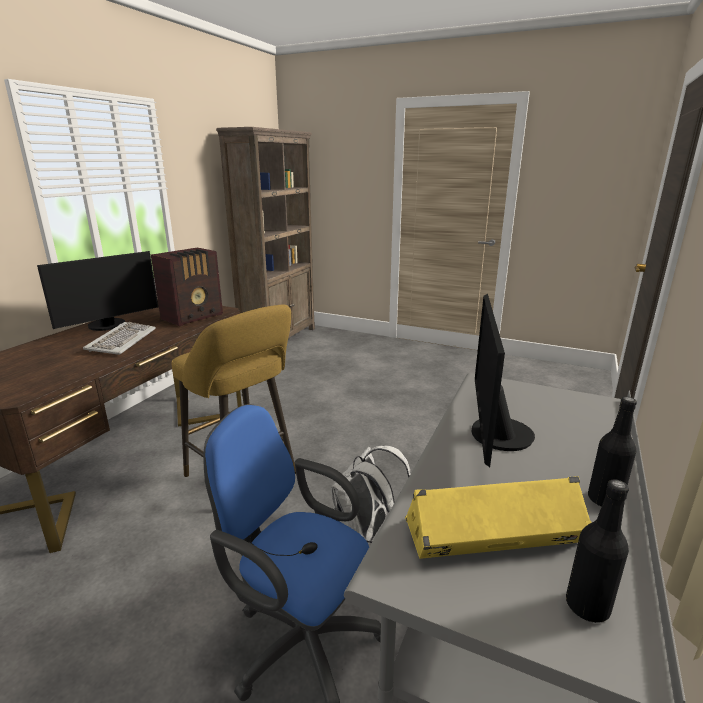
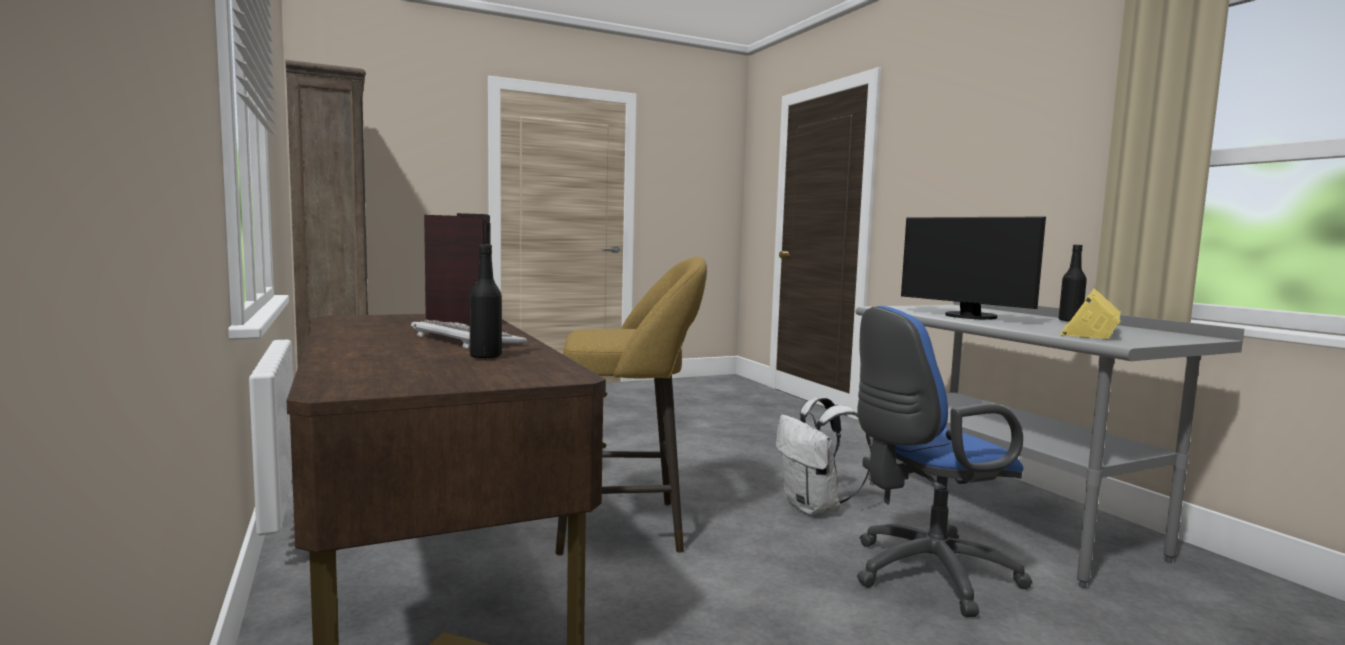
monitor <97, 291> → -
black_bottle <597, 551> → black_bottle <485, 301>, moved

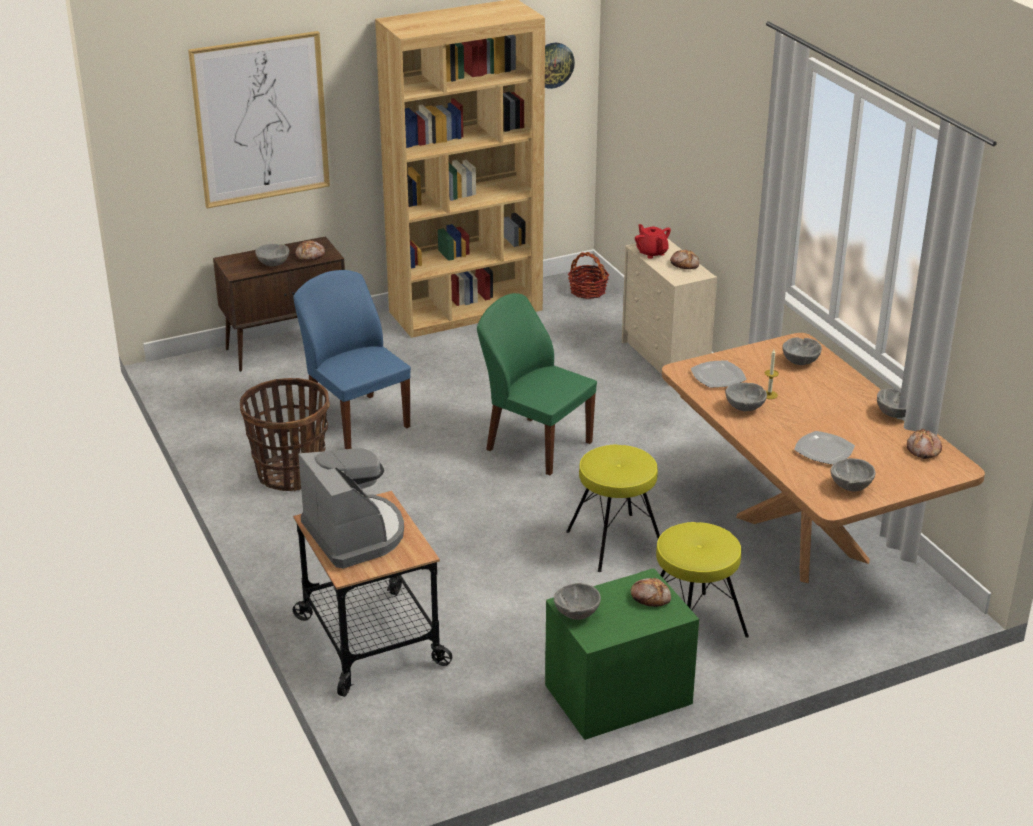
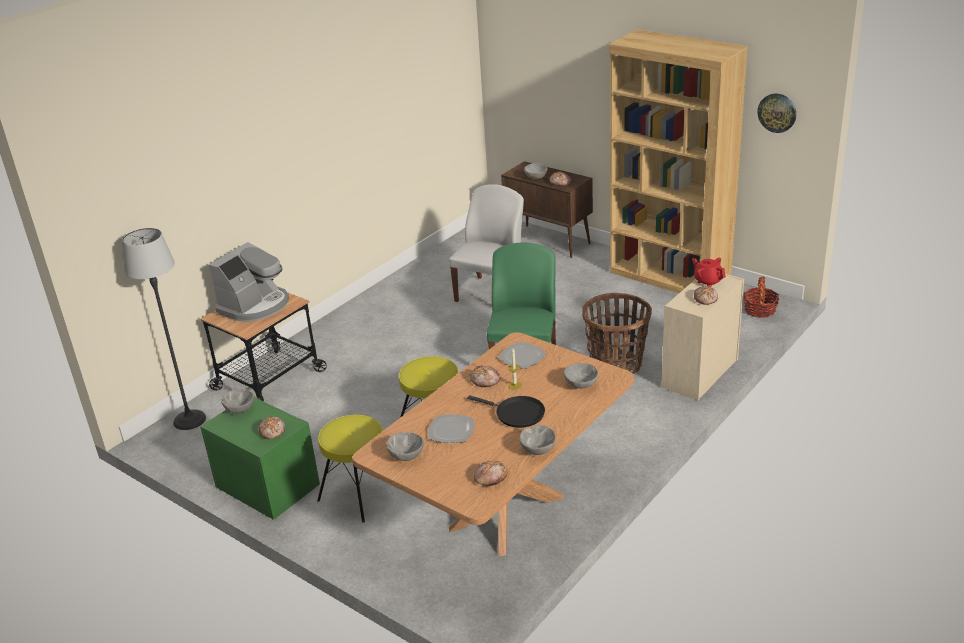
picture <259, 120> → -
red_teapot <653, 241> → red_teapot <709, 272>, 75 degrees counterclockwise
blue_chair <352, 359> → white_chair <486, 243>
basket <285, 434> → basket <617, 333>, moved
grey_bowl <746, 397> → bread <485, 376>
- → floor_lamp <164, 329>
- → black_frying_pan <506, 411>

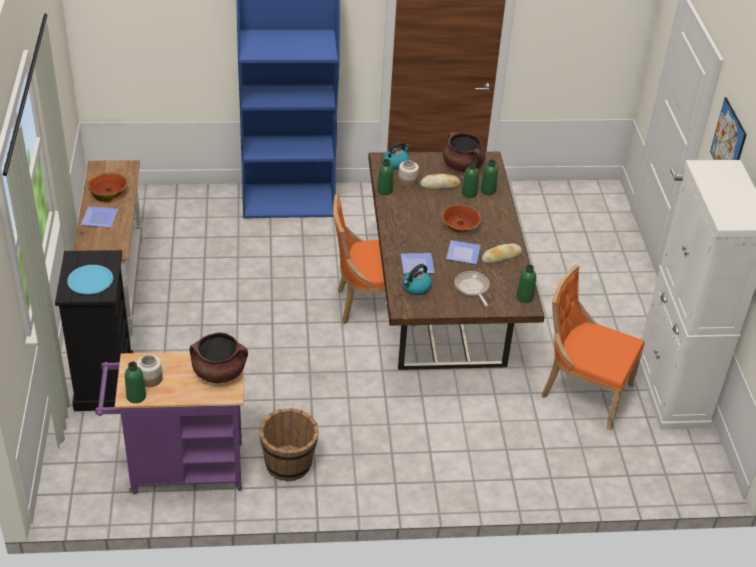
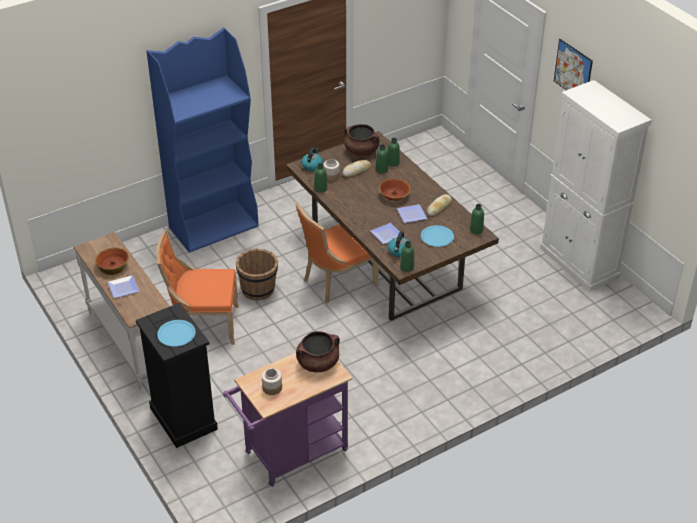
orange_chair <593, 347> → orange_chair <197, 287>, moved
frying_pan <472, 288> → blue_plate <437, 236>
green_bottle <135, 382> → green_bottle <407, 256>, moved
brown_bucket <289, 445> → brown_bucket <257, 274>, moved

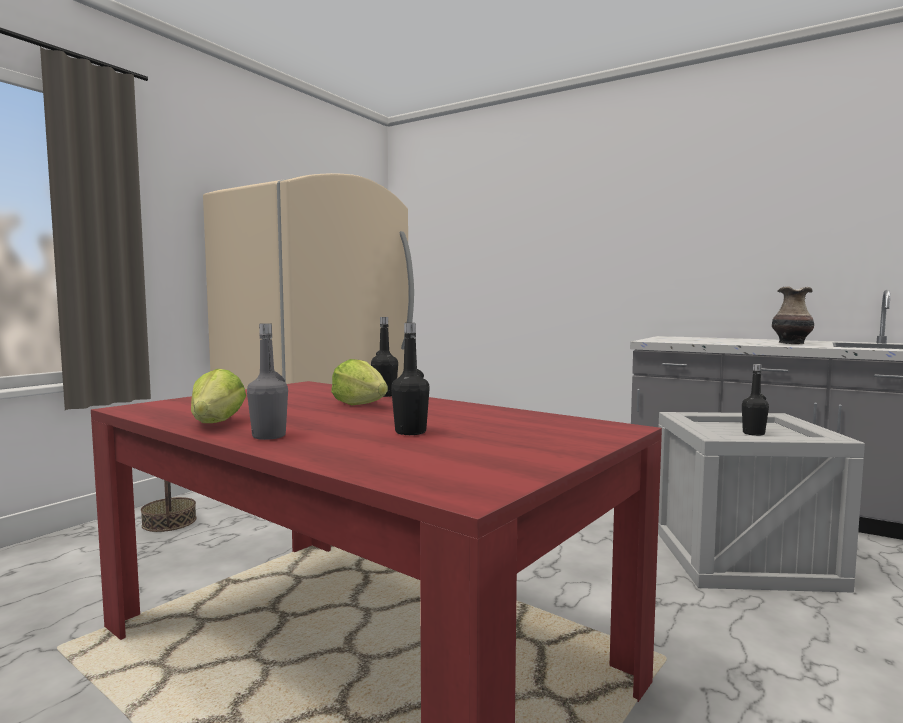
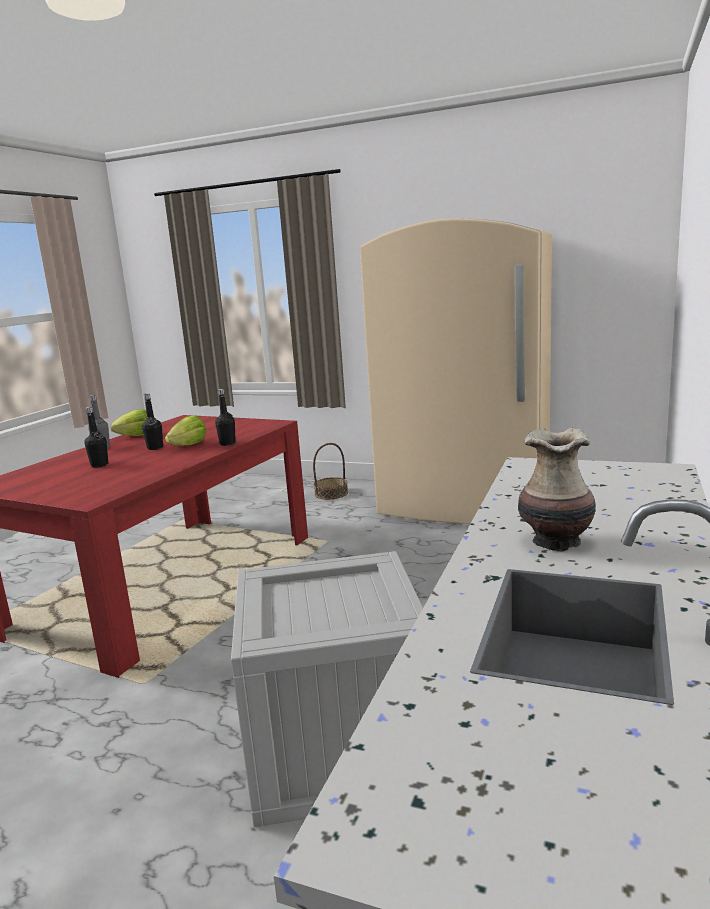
black_bottle <755, 400> → black_bottle <152, 421>, moved

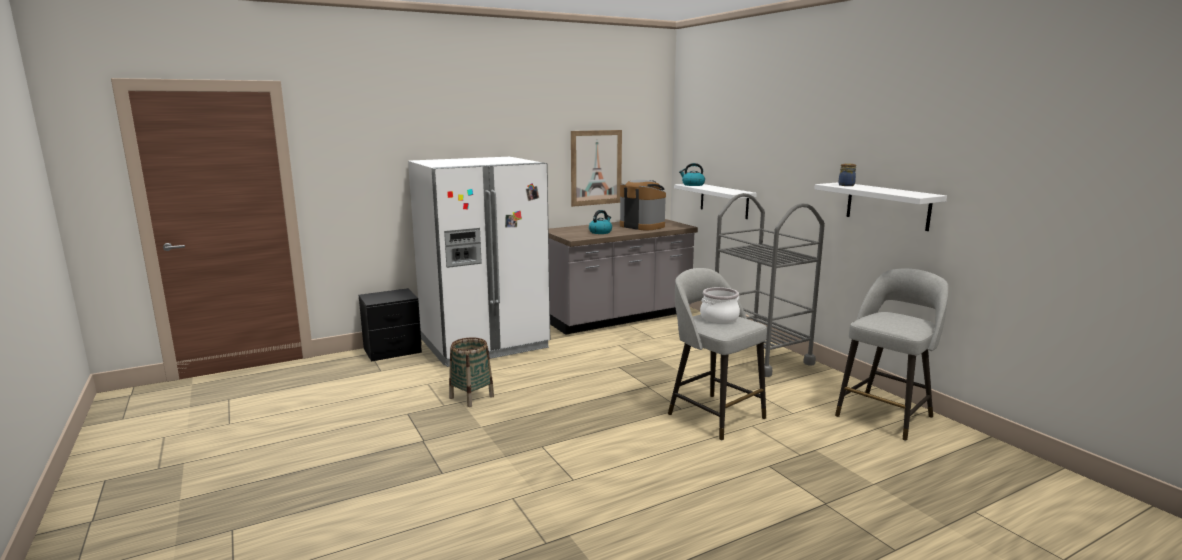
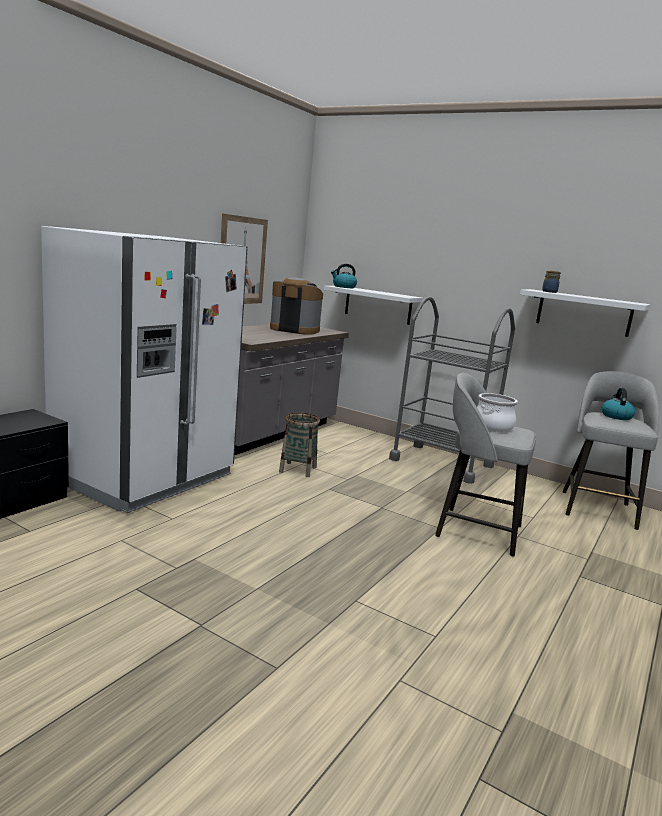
kettle <600, 222> → kettle <618, 404>, moved
basket <471, 372> → basket <299, 444>, moved

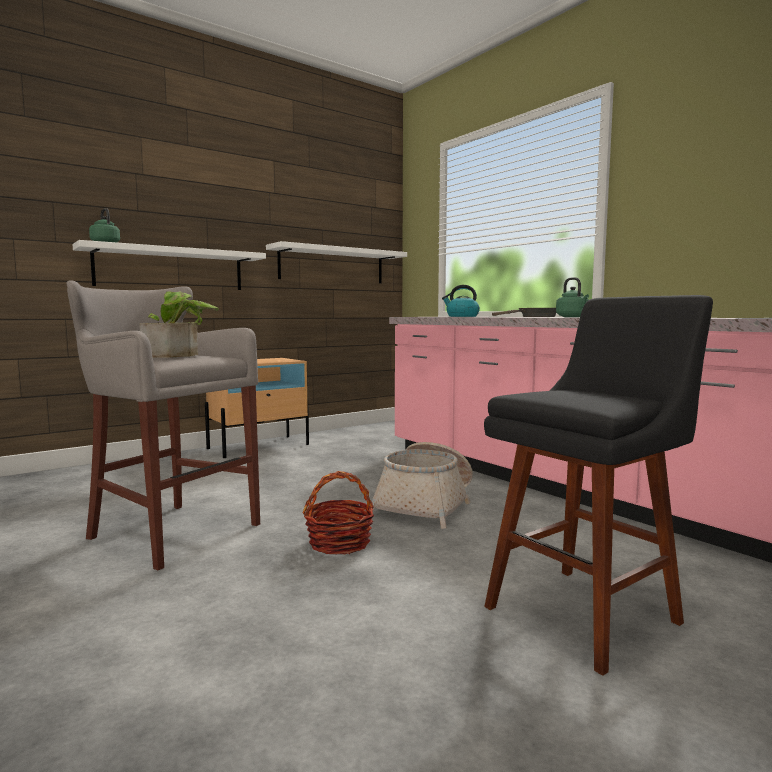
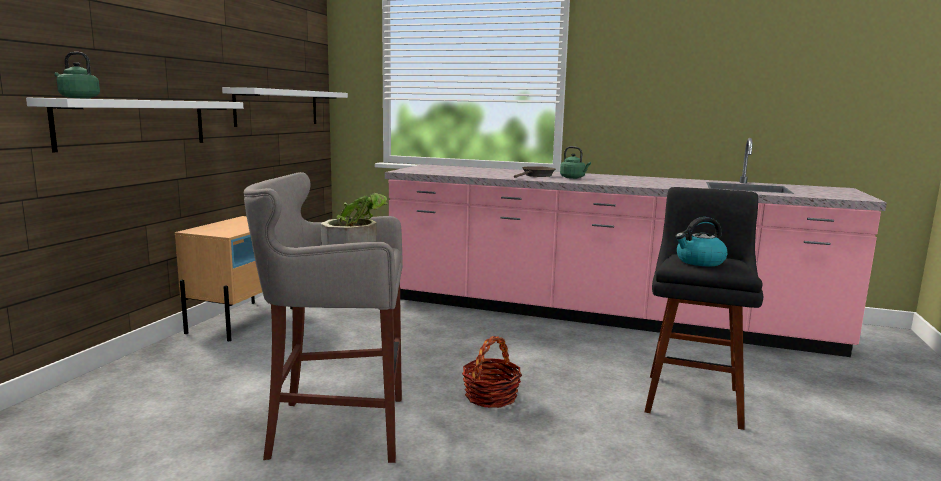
kettle <461, 301> → kettle <702, 241>, moved
basket <422, 485> → -

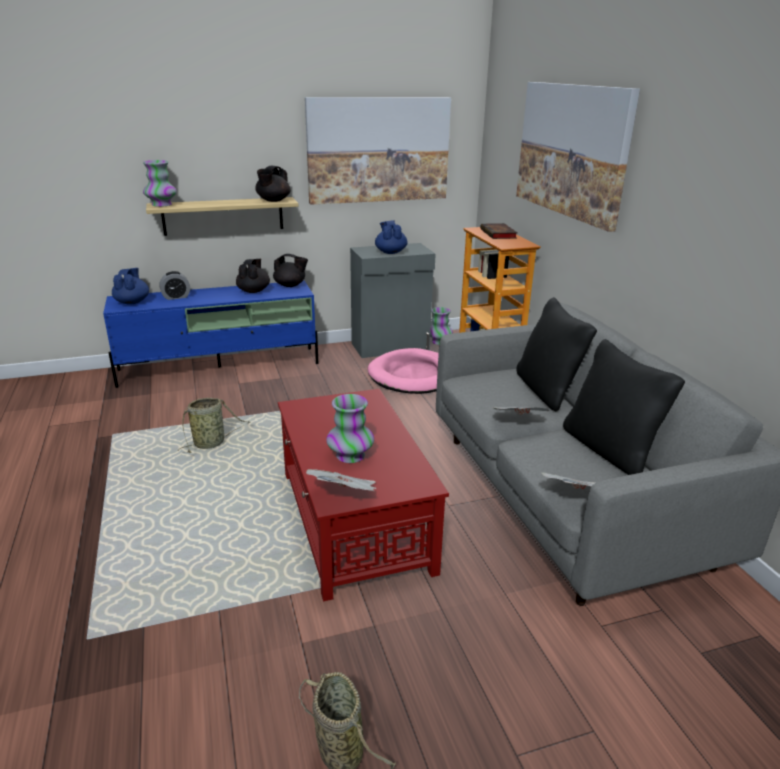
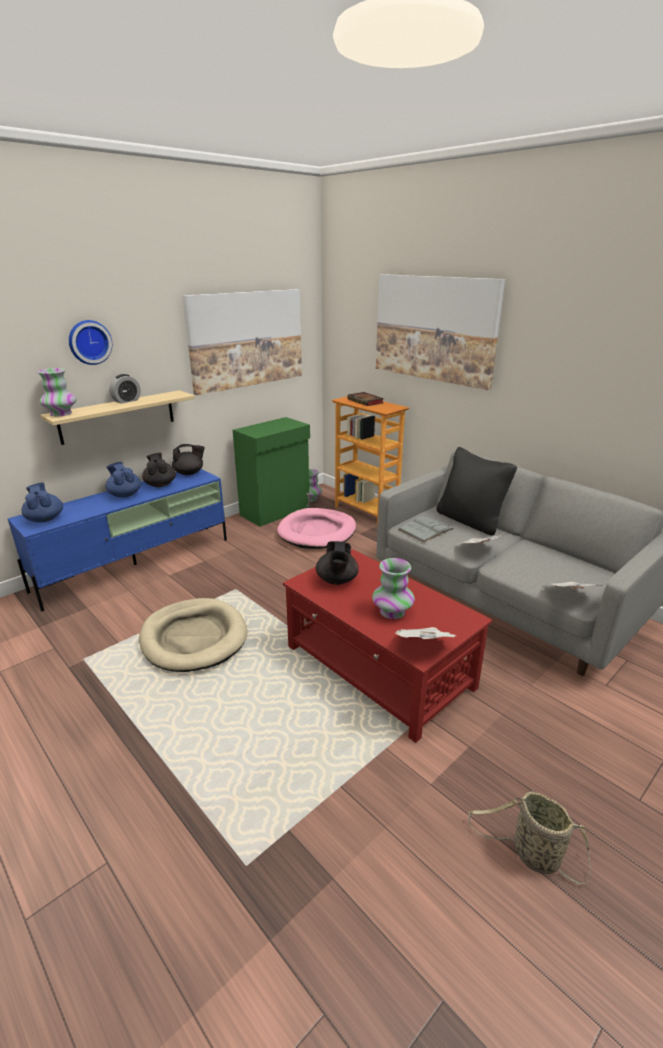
black_teapot <272, 184> → black_teapot <337, 563>, moved
blue_teapot <391, 237> → blue_teapot <123, 480>, moved
grey_cabinet <393, 300> → green_cabinet <271, 472>
alarm_clock <174, 285> → alarm_clock <125, 389>, moved
black_pillow <624, 407> → -
basket <214, 425> → beige_dog_bed <193, 635>
- → wall_clock <90, 342>
- → grey_book <426, 529>

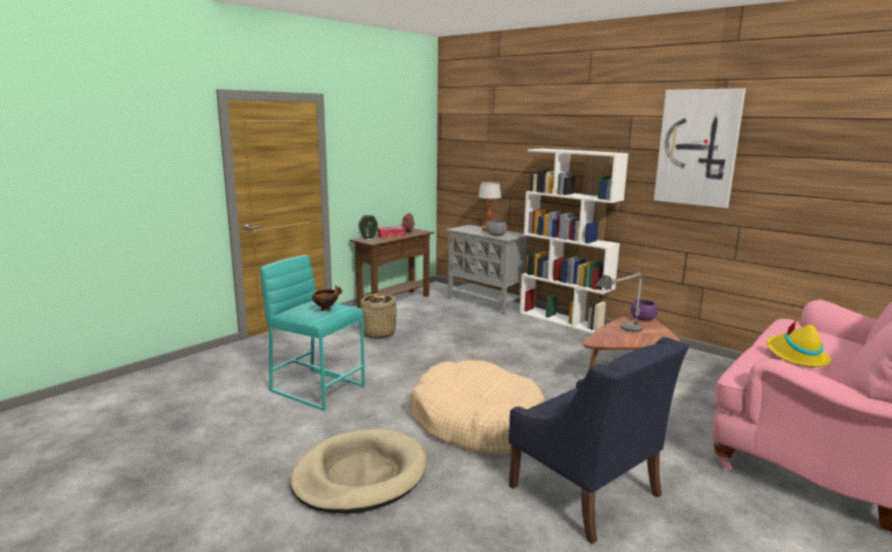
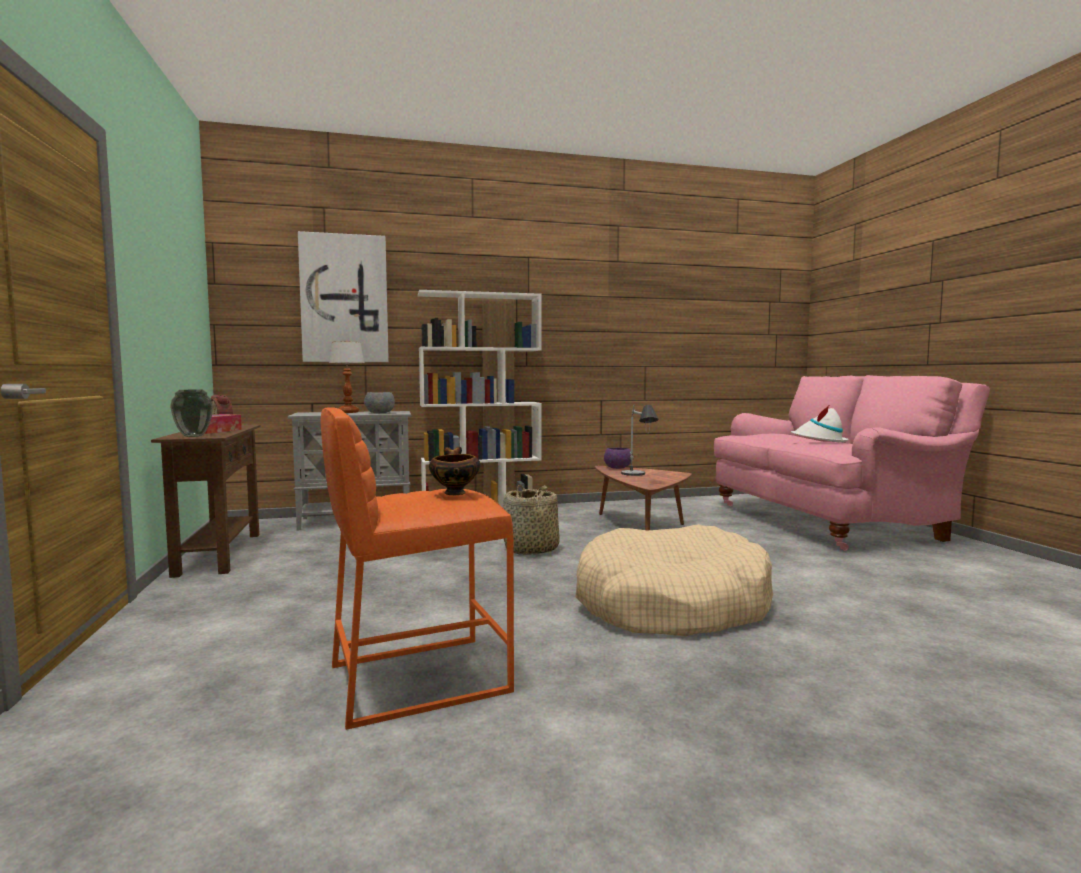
picture <700, 148> → picture <343, 296>, moved
turquoise_stool <312, 333> → orange_stool <417, 568>
basket <377, 315> → basket <531, 520>, moved
yellow_hat <798, 343> → white_hat <819, 424>
blue_armchair <599, 440> → -
beige_dog_bed <358, 471> → -

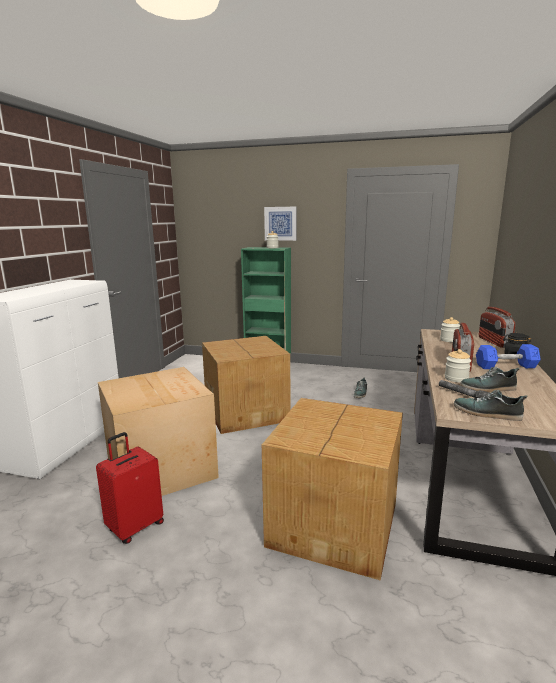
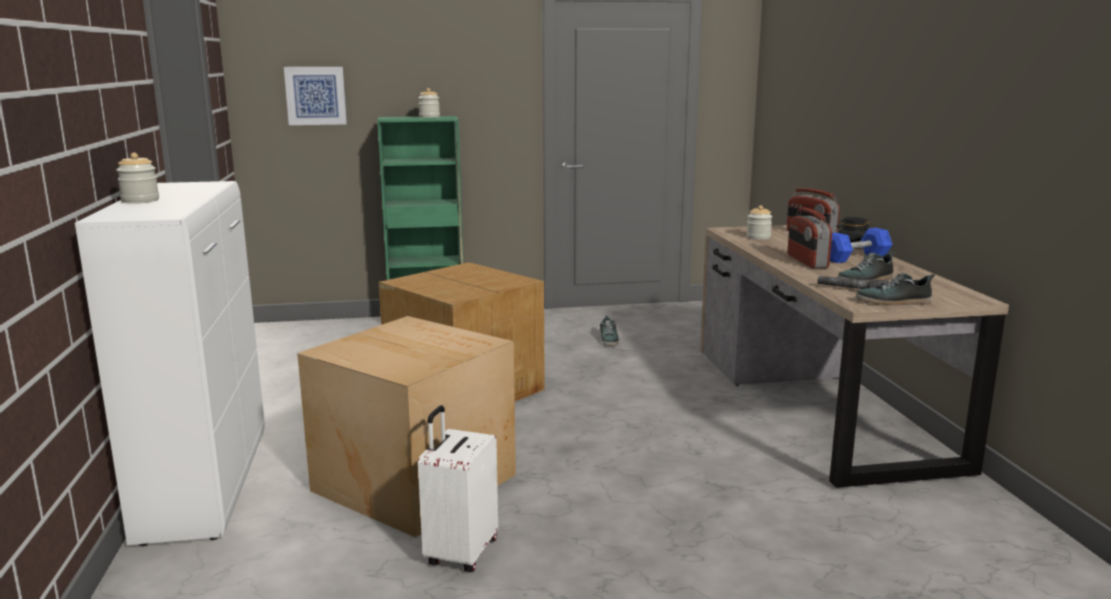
picture <280, 224> → picture <315, 96>, moved
jar <458, 366> → jar <137, 178>, moved
cardboard_box <332, 489> → -
red_suitcase <130, 488> → white_suitcase <458, 488>

